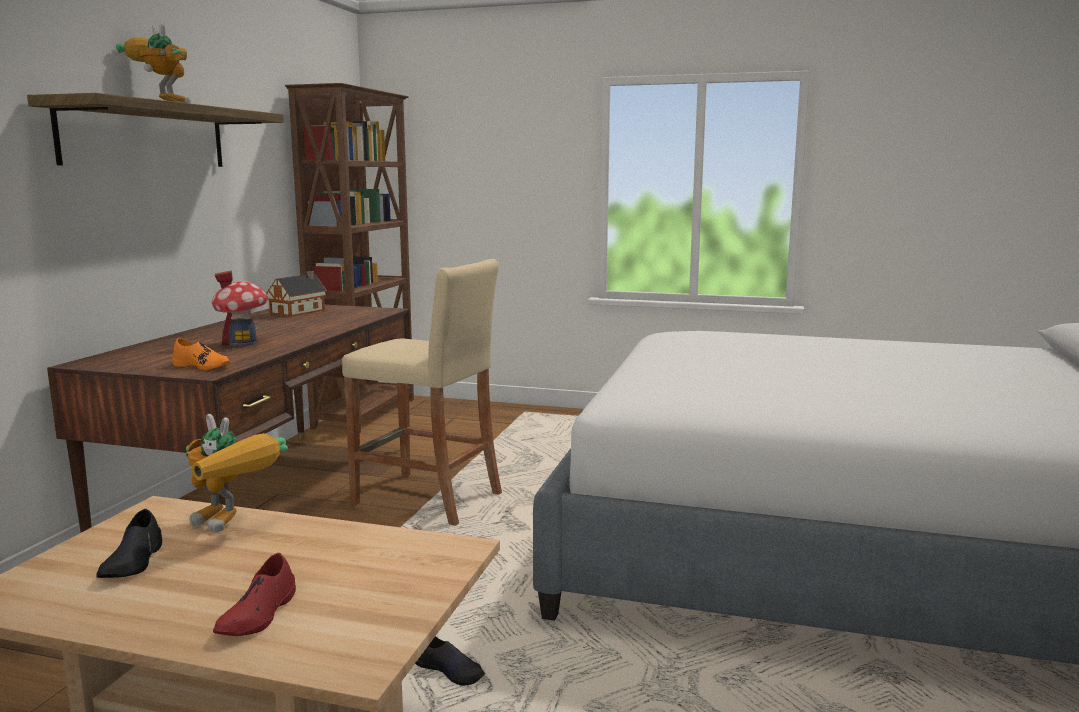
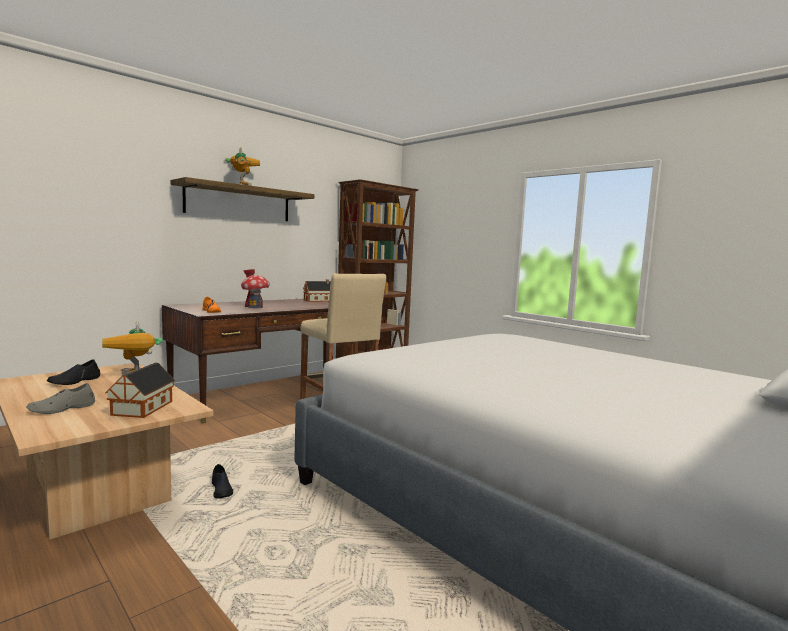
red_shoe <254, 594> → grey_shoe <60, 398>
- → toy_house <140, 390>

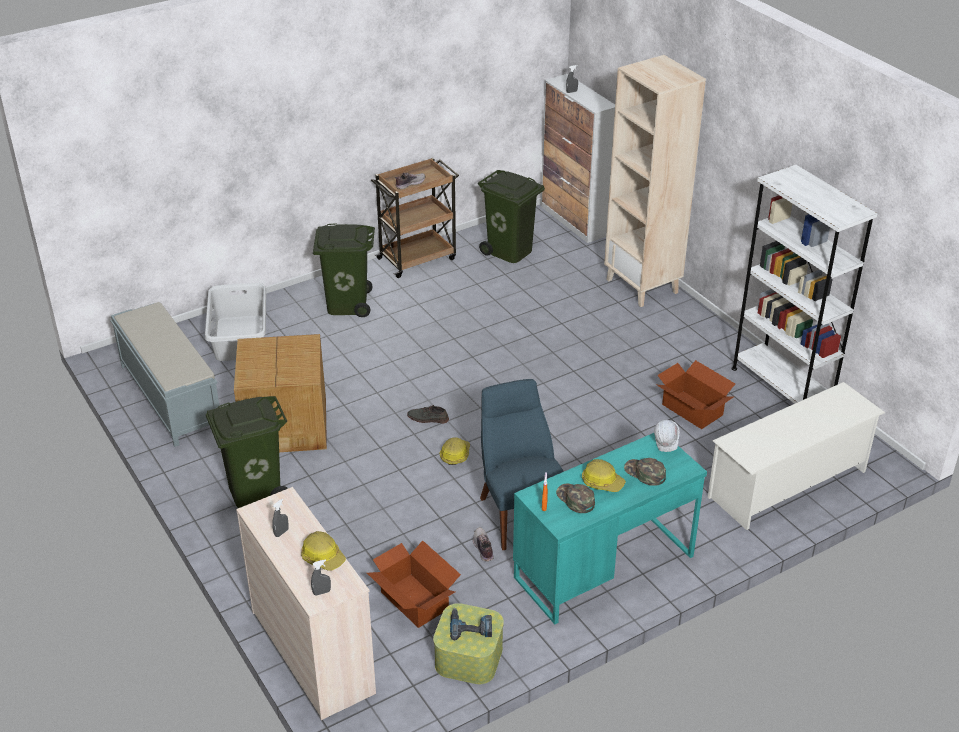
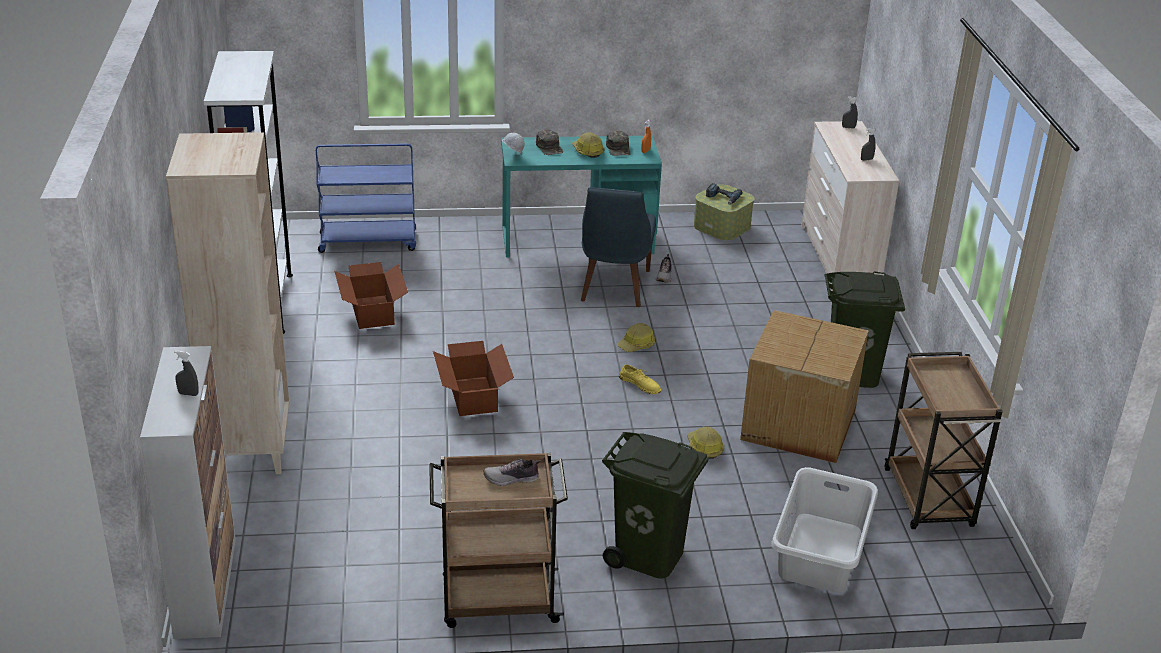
green_trash_can <511, 216> → -
grey_bench <164, 374> → brown_cart <944, 440>
white_shoe_rack <796, 456> → blue_cart <366, 198>
grey_shoe <428, 414> → yellow_shoe <640, 379>
hard_hat <323, 551> → hard_hat <705, 443>, moved
cardboard_box <414, 584> → cardboard_box <473, 378>, moved

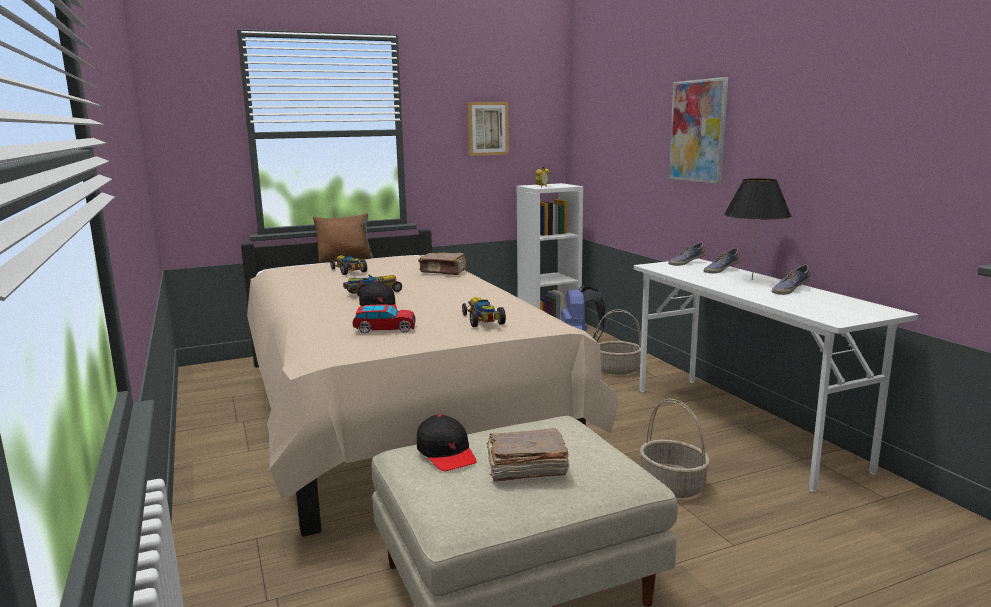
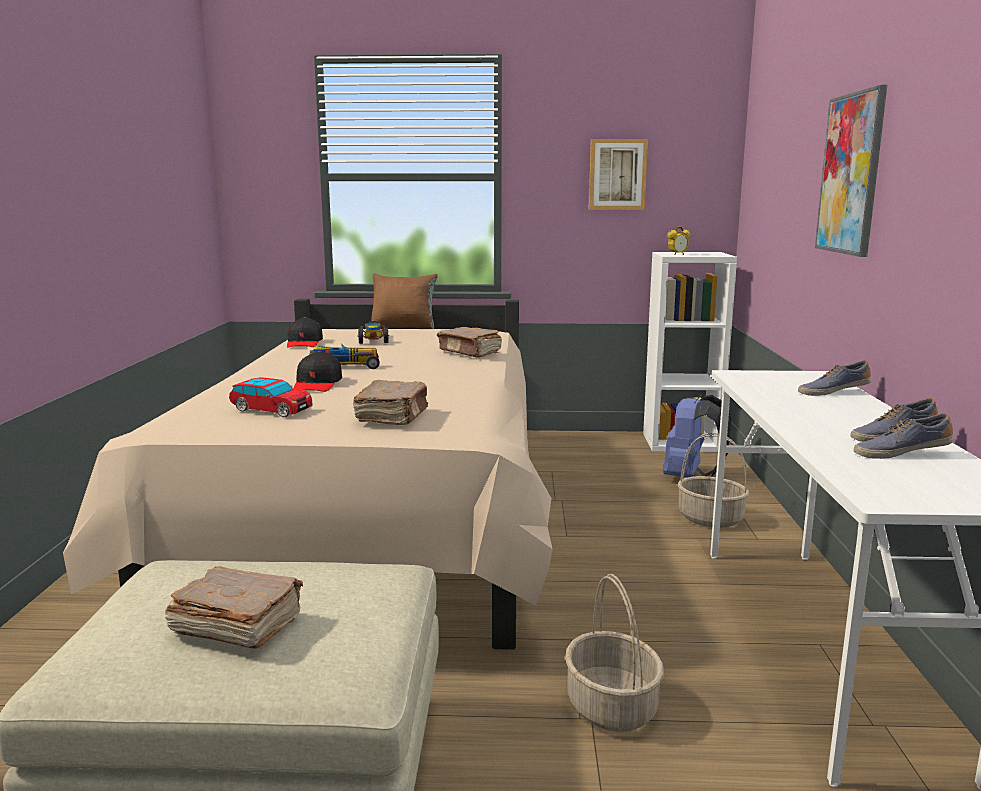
black_table_lamp <757, 229> → -
shoe <687, 254> → shoe <904, 436>, moved
toy_car <484, 312> → brown_book <390, 402>
black_cap <447, 443> → black_cap <305, 332>, moved

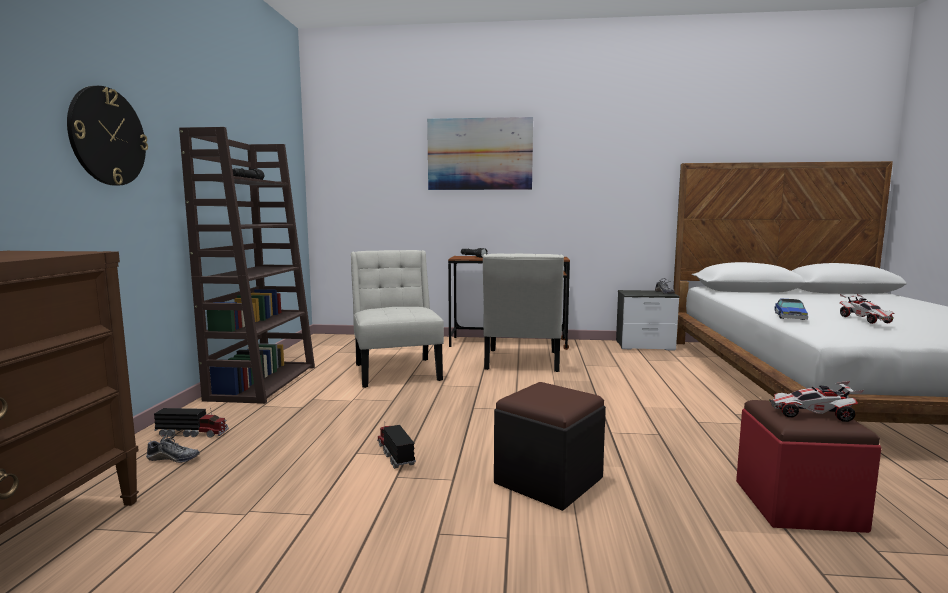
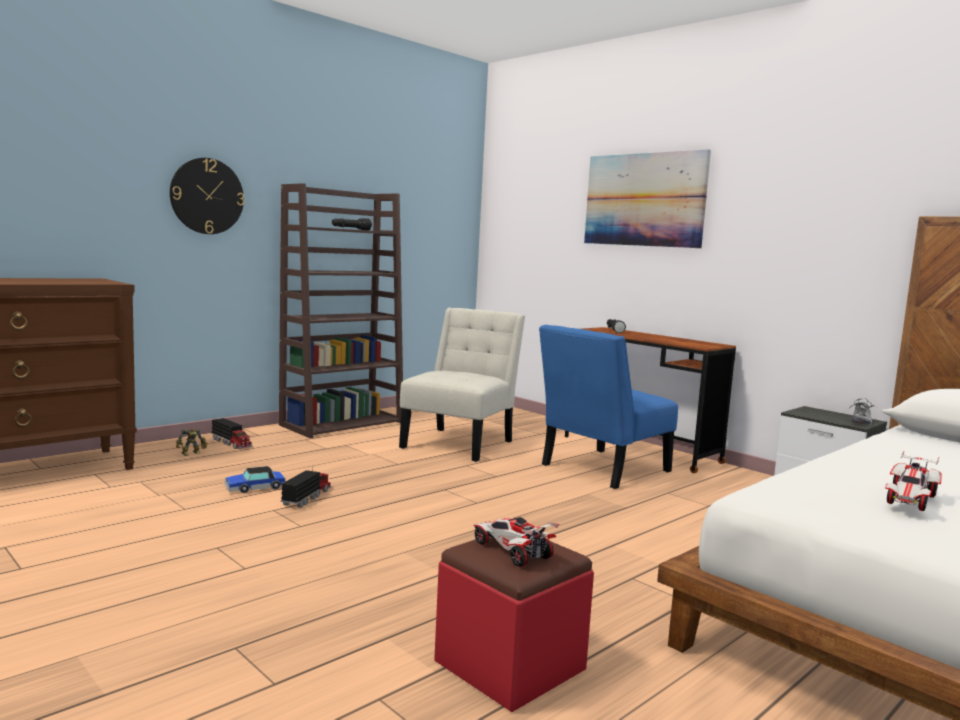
white_chair <523, 313> → blue_chair <608, 407>
toy_car <791, 309> → toy_car <255, 479>, moved
black_ottoman <550, 446> → -
shoe <173, 448> → toy_robot <191, 442>

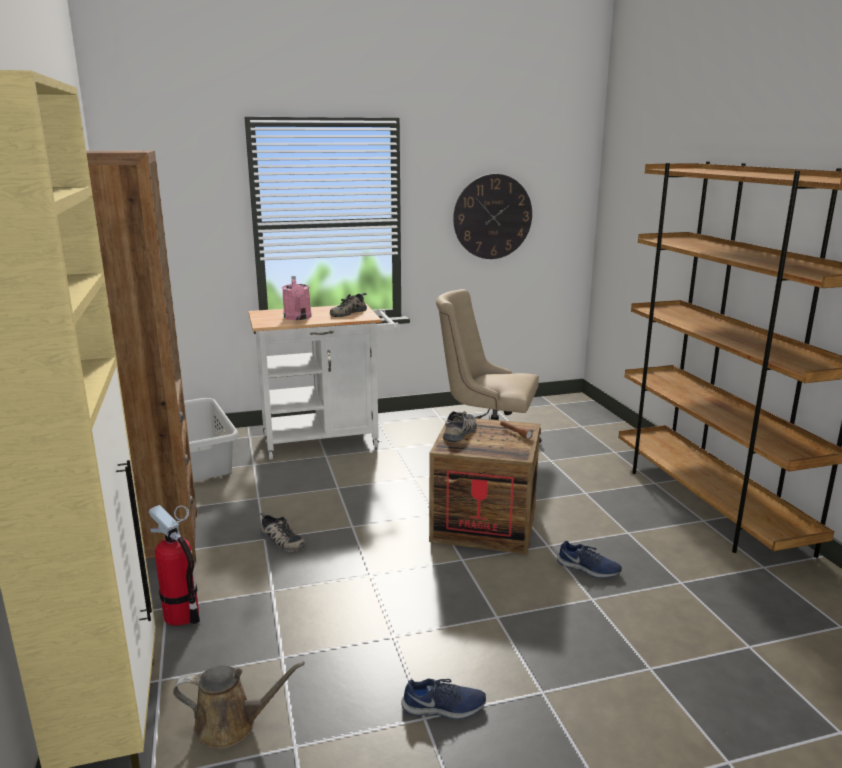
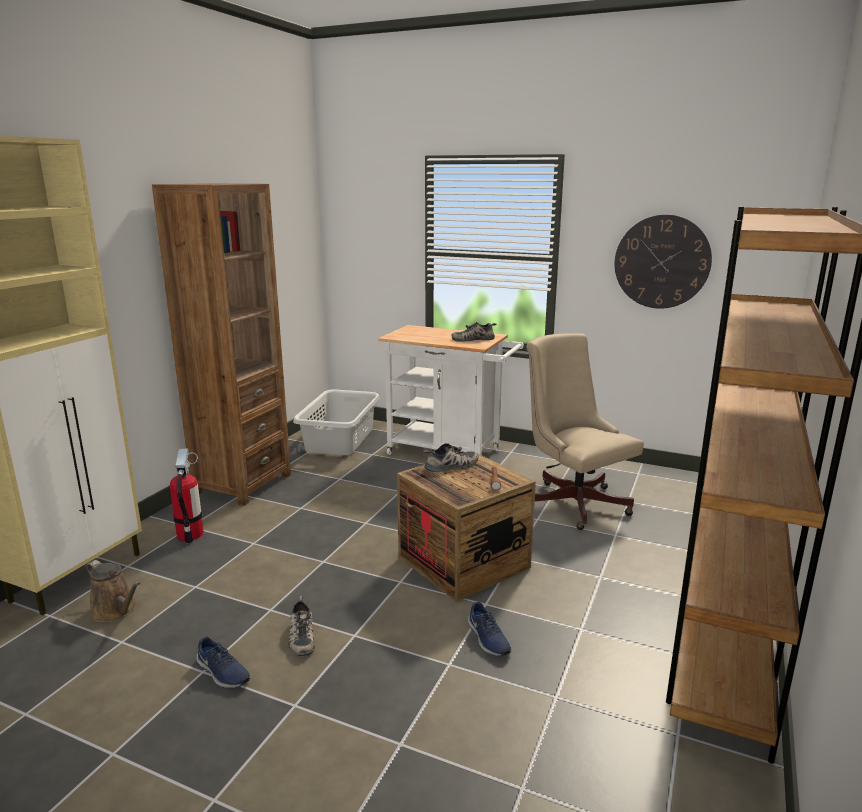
pink_watering_can <297, 298> → -
shoe <282, 532> → shoe <301, 626>, moved

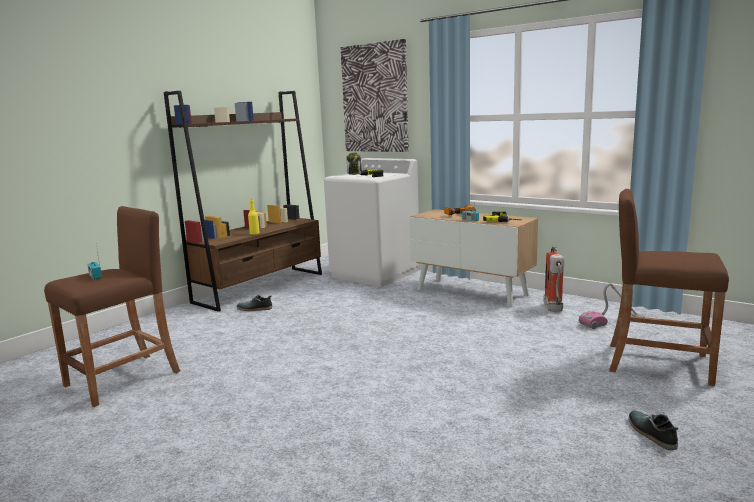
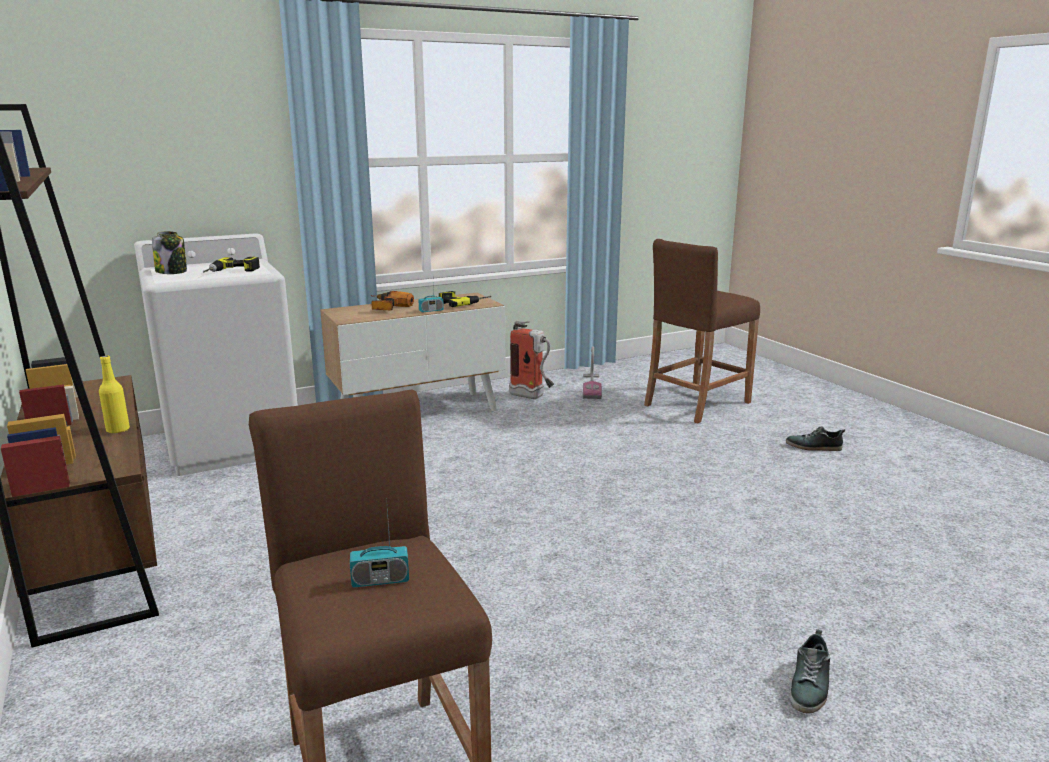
picture <375, 95> → -
shoe <254, 303> → shoe <810, 671>, moved

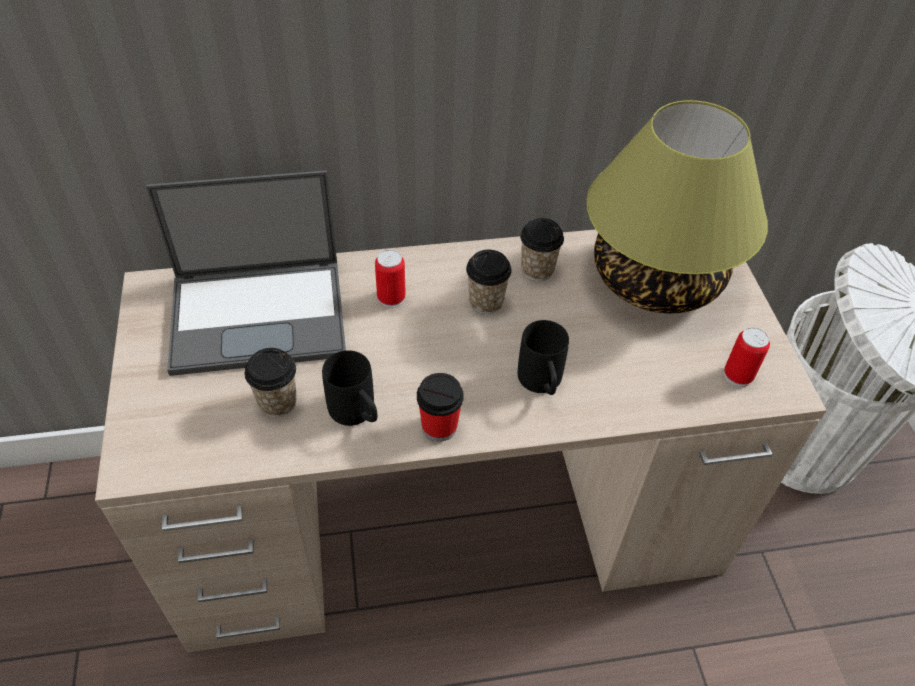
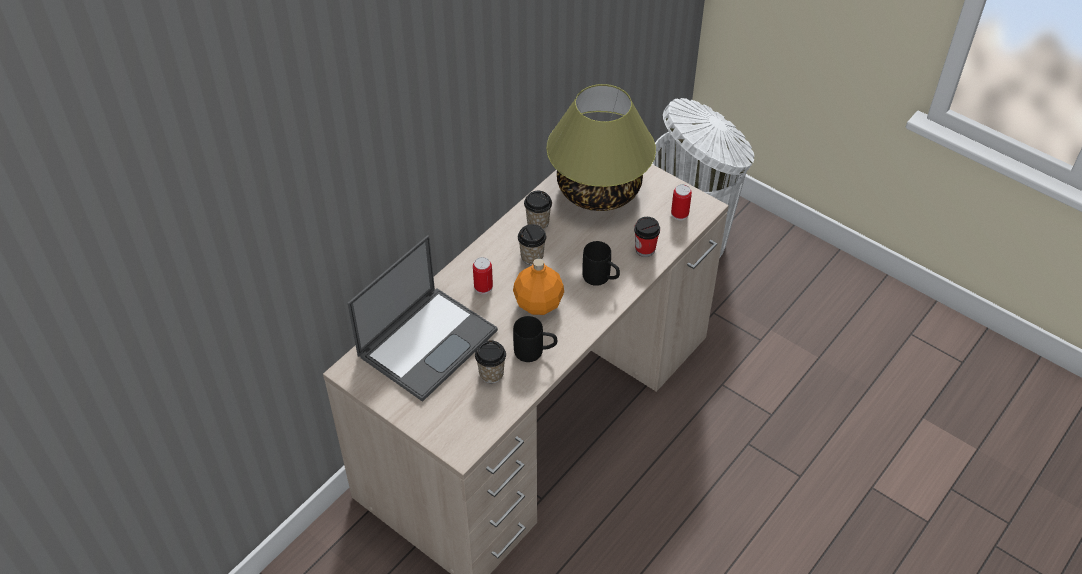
cup <440, 407> → cup <647, 237>, moved
- → orange_bottle <538, 286>

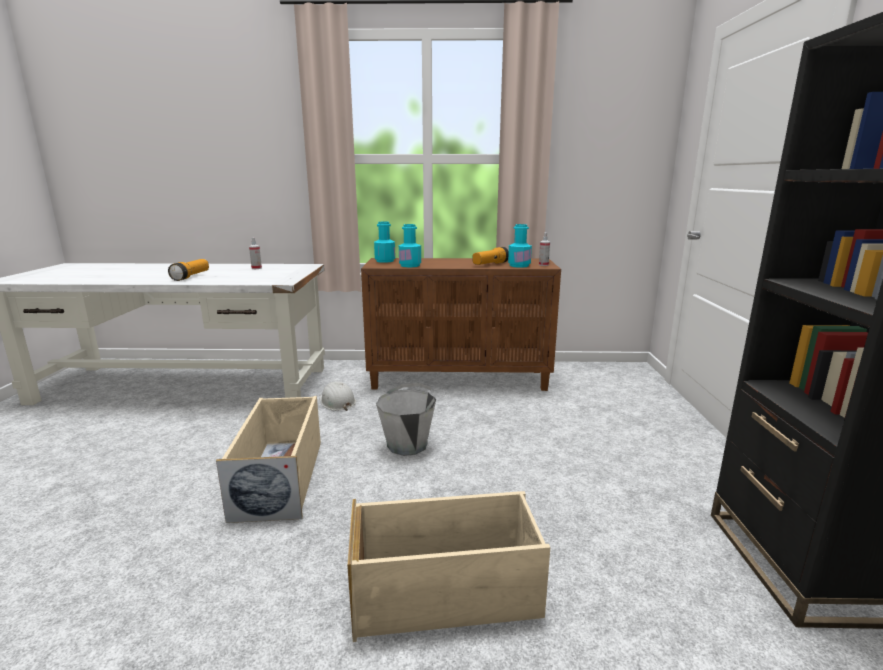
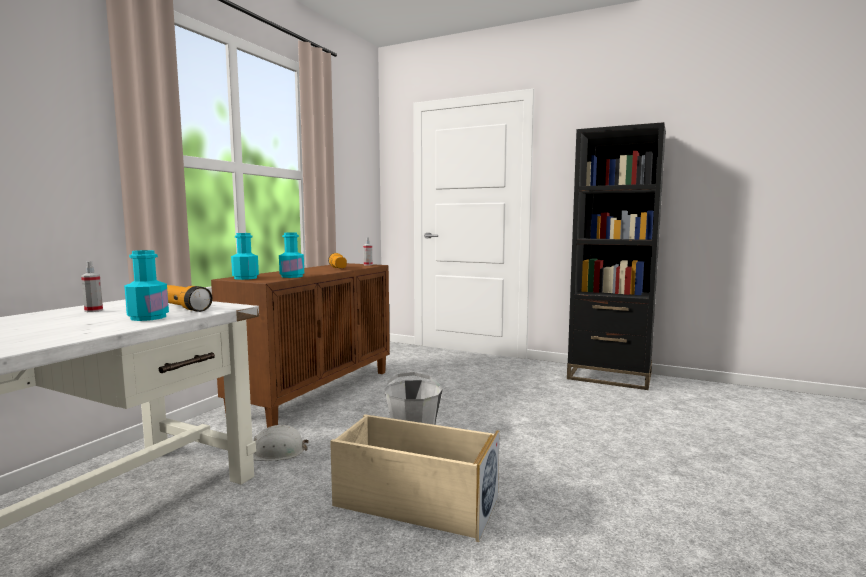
turquoise_bottle <520, 246> → turquoise_bottle <146, 285>, moved
flashlight <188, 270> → flashlight <189, 298>, moved
beige_storage_box <448, 566> → -

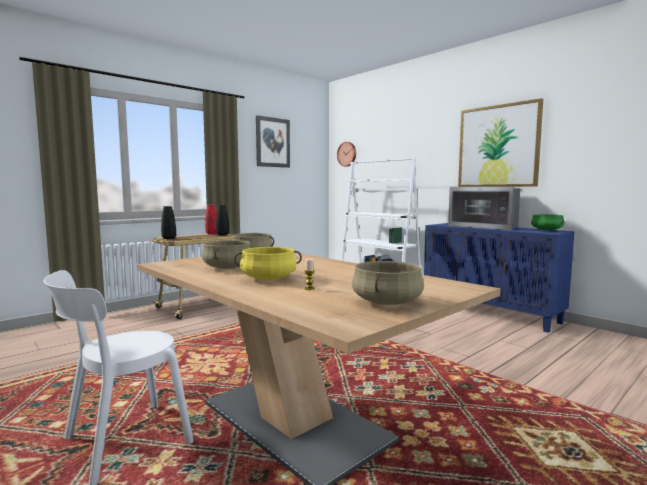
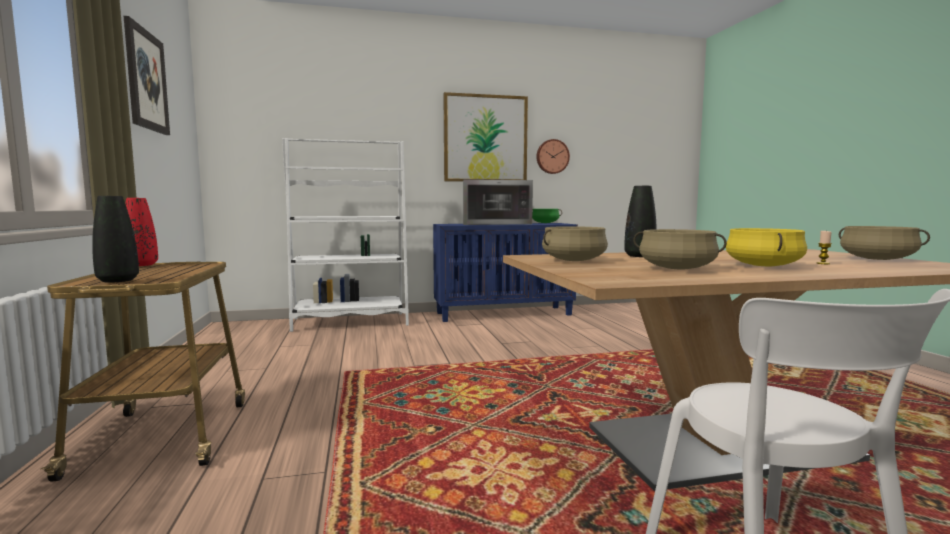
wall_clock <346, 154> → wall_clock <553, 156>, moved
black_vase <222, 220> → black_vase <640, 221>, moved

